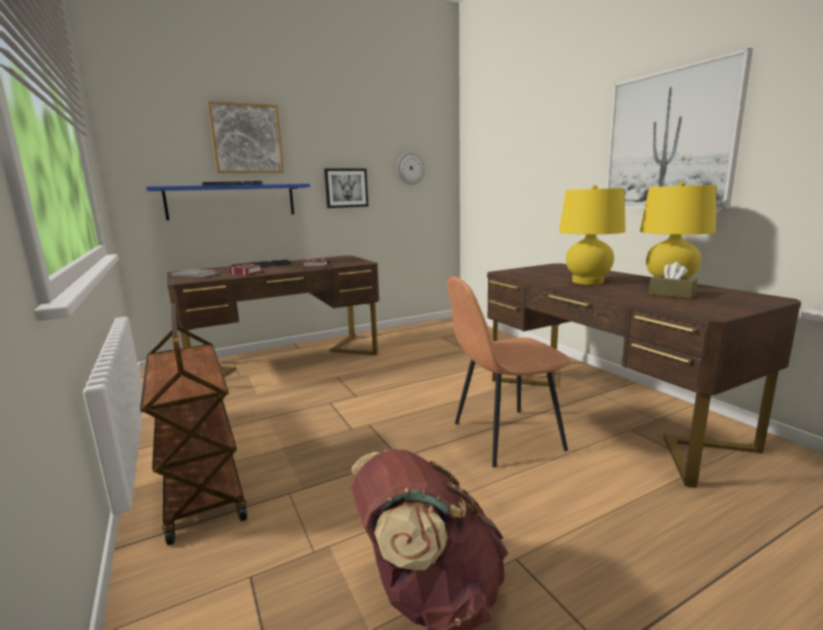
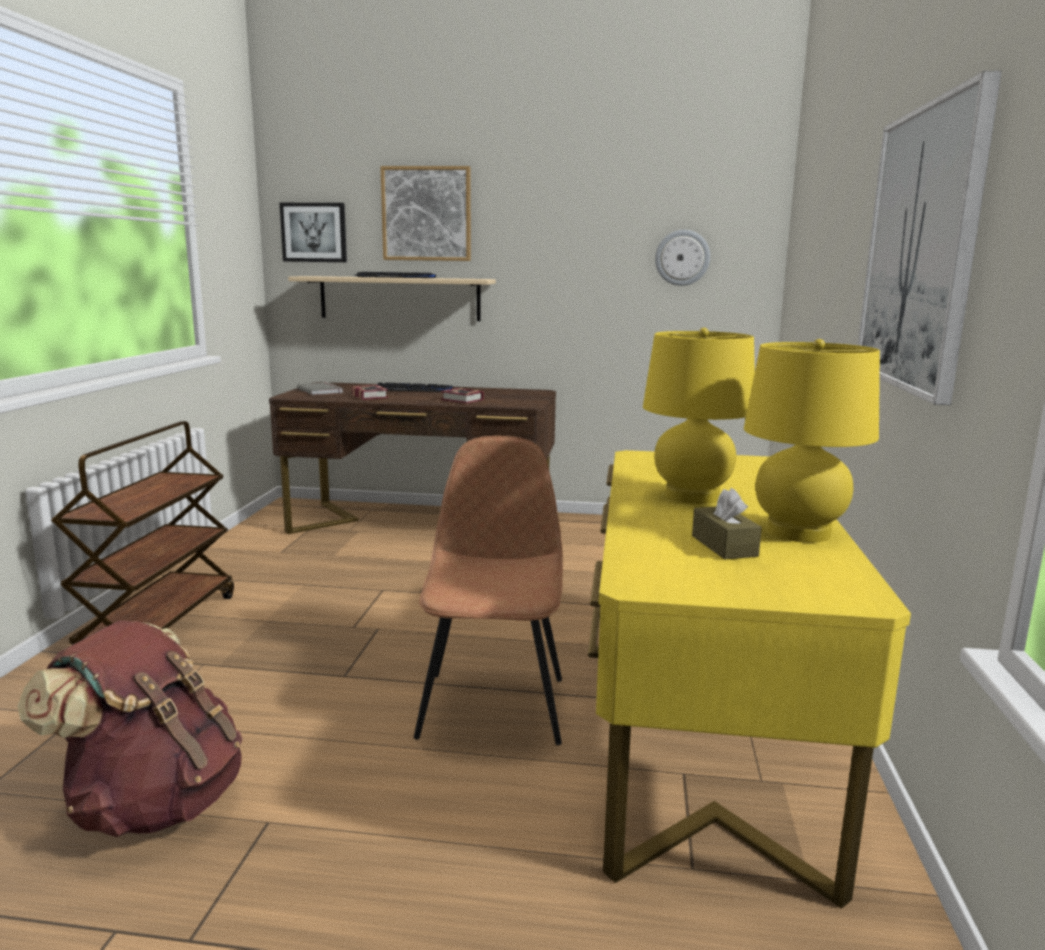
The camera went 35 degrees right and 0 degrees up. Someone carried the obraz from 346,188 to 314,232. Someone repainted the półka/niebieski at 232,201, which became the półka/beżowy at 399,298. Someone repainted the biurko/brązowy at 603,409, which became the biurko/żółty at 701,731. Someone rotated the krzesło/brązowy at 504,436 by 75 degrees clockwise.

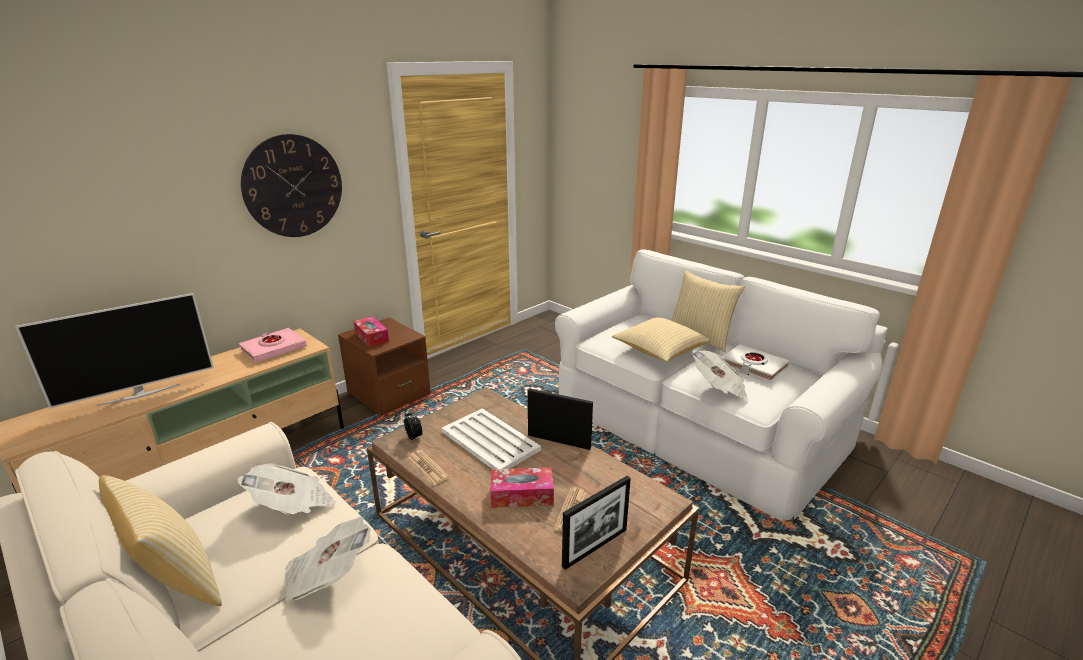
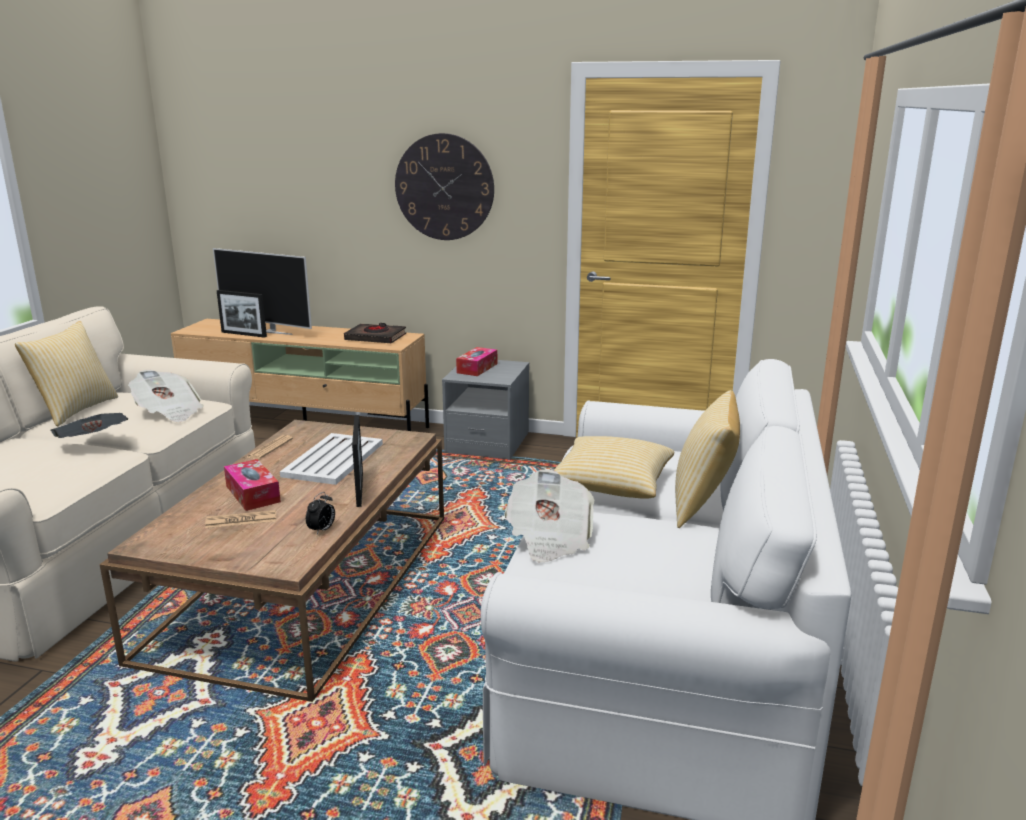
The camera went 60 degrees right and 5 degrees down. Someone took away the książka/biały at 753,366. Someone carried the budzik from 414,437 to 322,530. Someone carried the ramka na zdjęcie from 595,547 to 244,334. Someone repainted the książka/różowy at 273,349, which became the książka/czarny at 376,338. Someone repainted the szafka nocna/brązowy at 388,393, which became the szafka nocna/szary at 487,443.

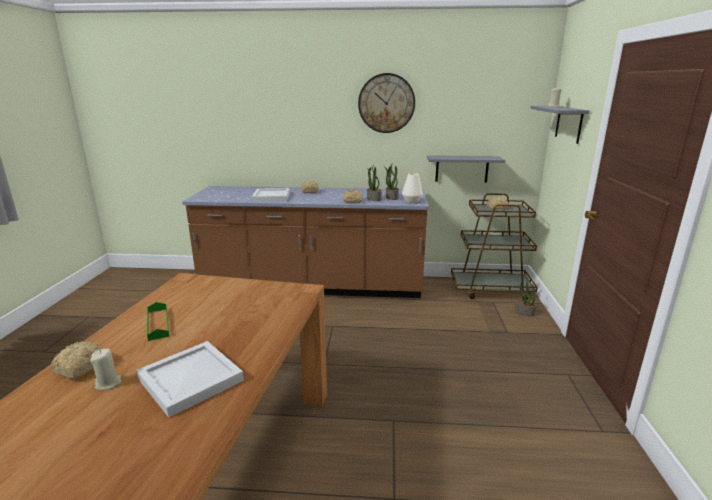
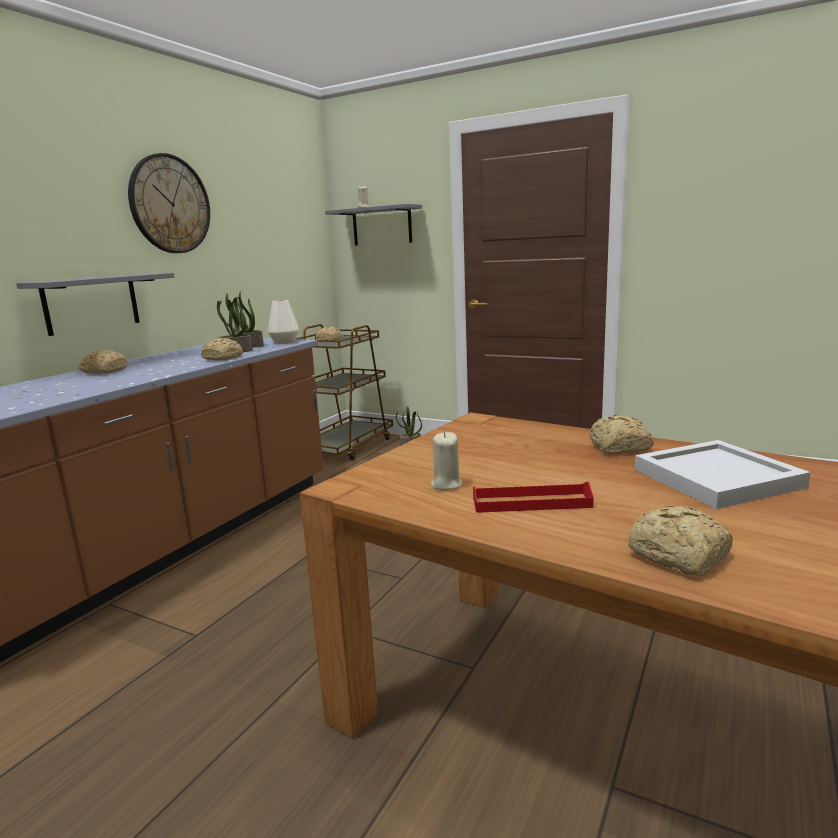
The camera went 65 degrees left and 5 degrees down. Someone took away the taca/biały at 271,196. Someone put down the chleb at 619,448. Someone carried the świeca/beżowy from 108,383 to 446,485. Someone carried the półka/szary from 461,168 to 91,303. Someone repainted the taca/zielony at 158,324, which became the taca/czerwony at 531,502.

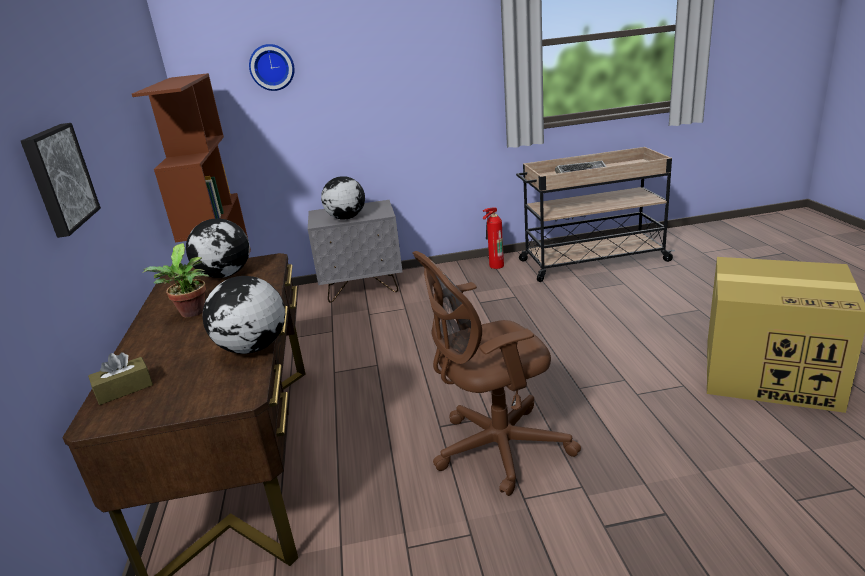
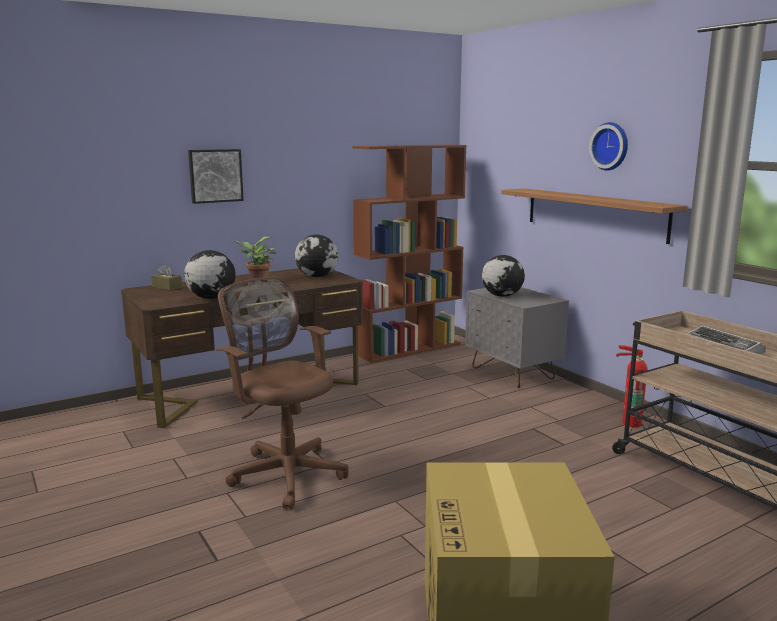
The camera went 65 degrees right and 10 degrees down. Someone put up the półka at 594,213. Someone carried the zegar ścienny from 272,67 to 611,146.

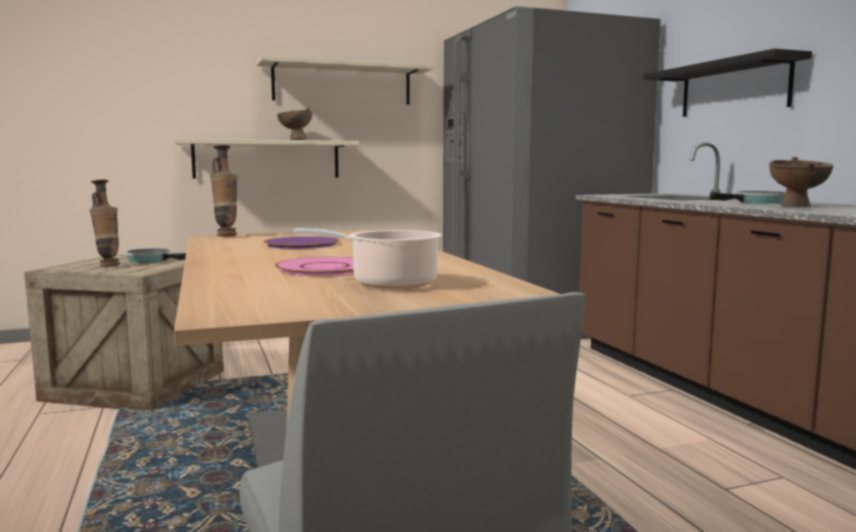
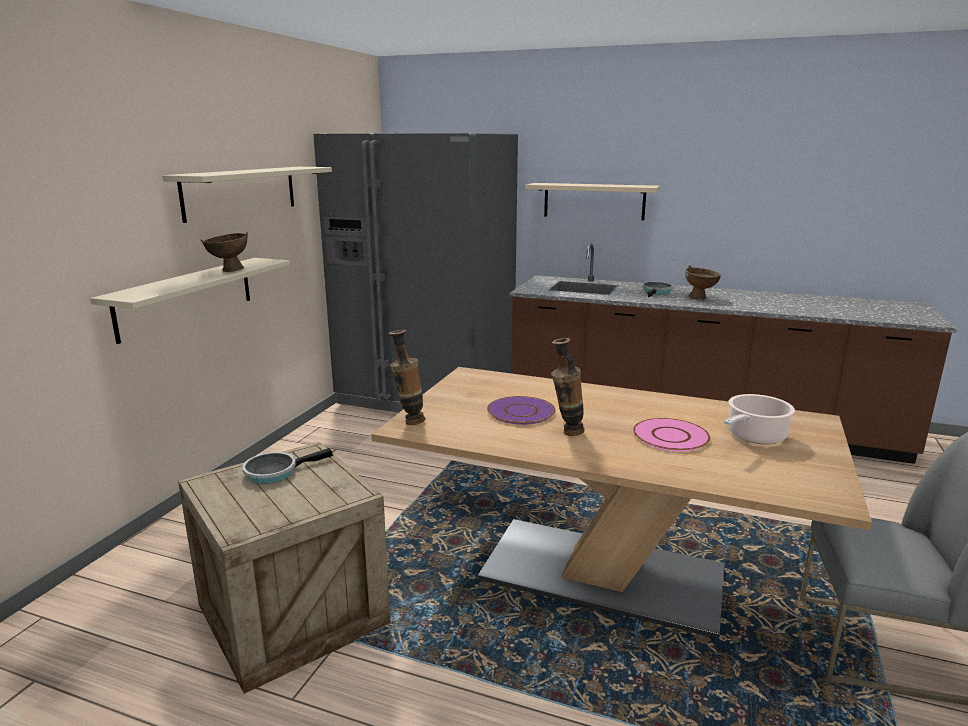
The camera went 50 degrees left and 10 degrees up. Someone carried the wazon from 108,266 to 566,433. Someone repainted the półka/czarny at 734,88, which became the półka/beżowy at 594,201.

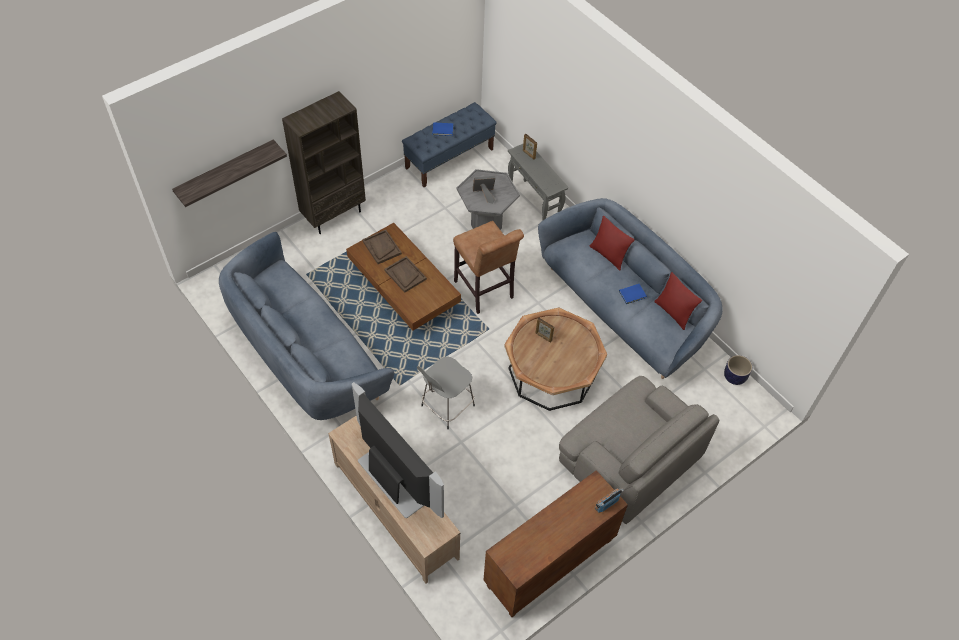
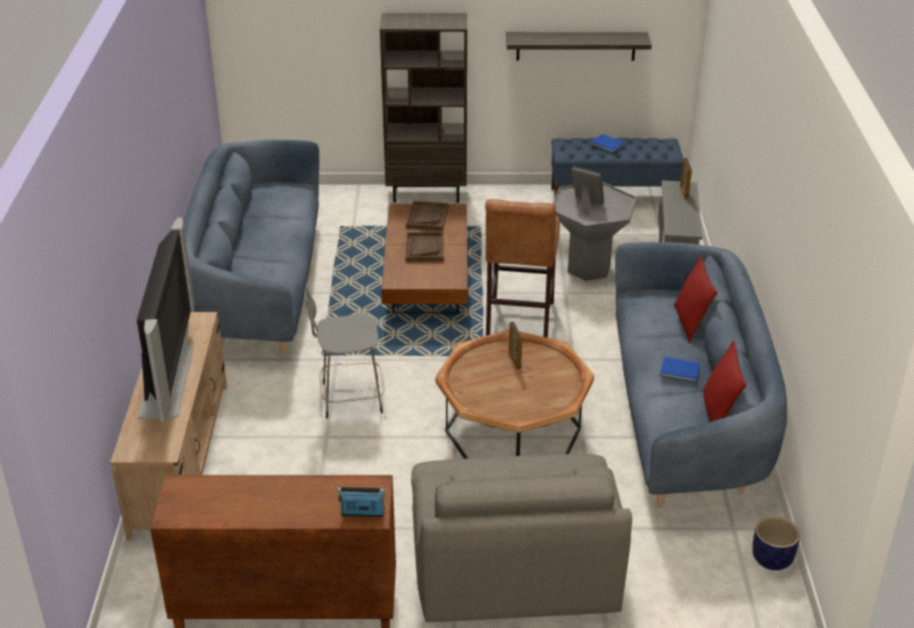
The camera went 40 degrees right and 20 degrees down. Someone carried the półka from 225,171 to 576,46.

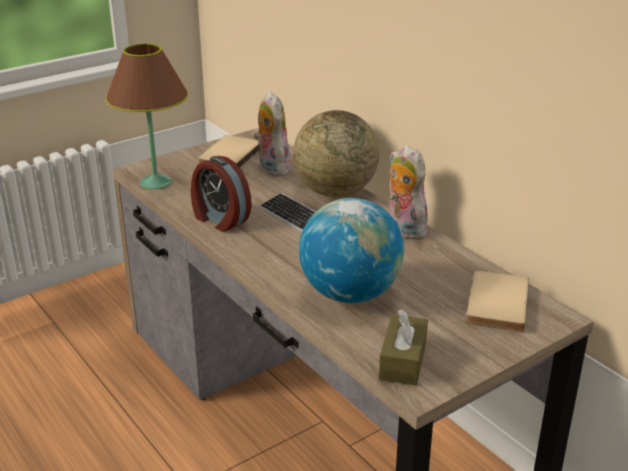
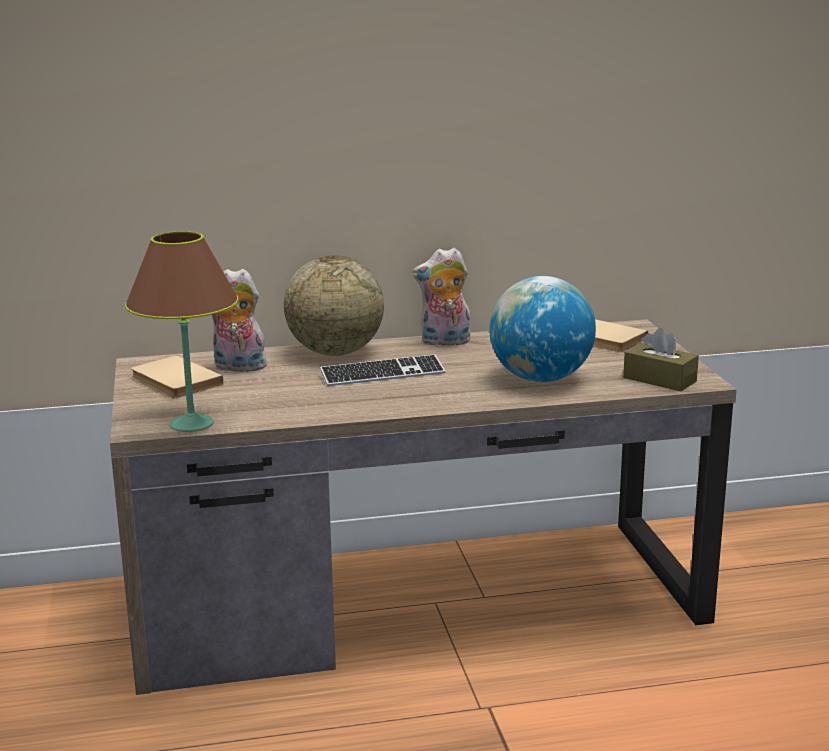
The camera went 65 degrees left and 10 degrees down. Someone took away the budzik at 219,219.

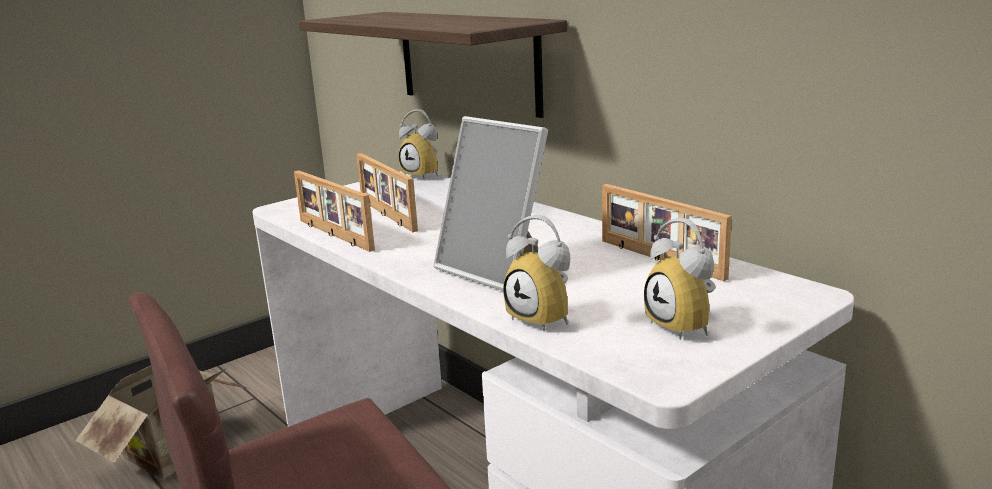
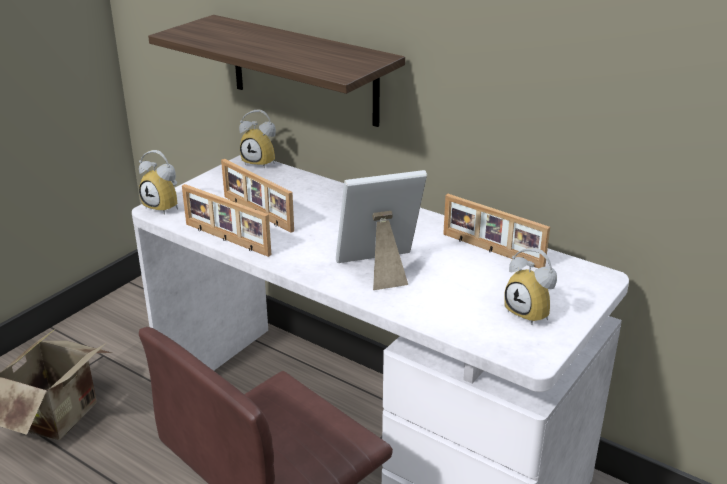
The camera went 15 degrees left and 10 degrees up. Someone carried the budzik from 546,318 to 166,206. Someone rotated the ramka na zdjęcie at 498,270 by 135 degrees clockwise.

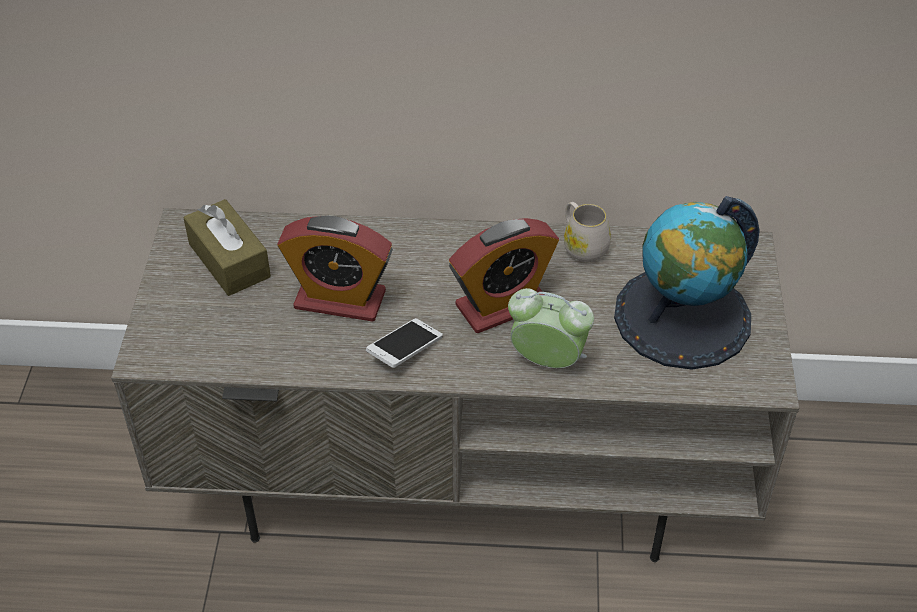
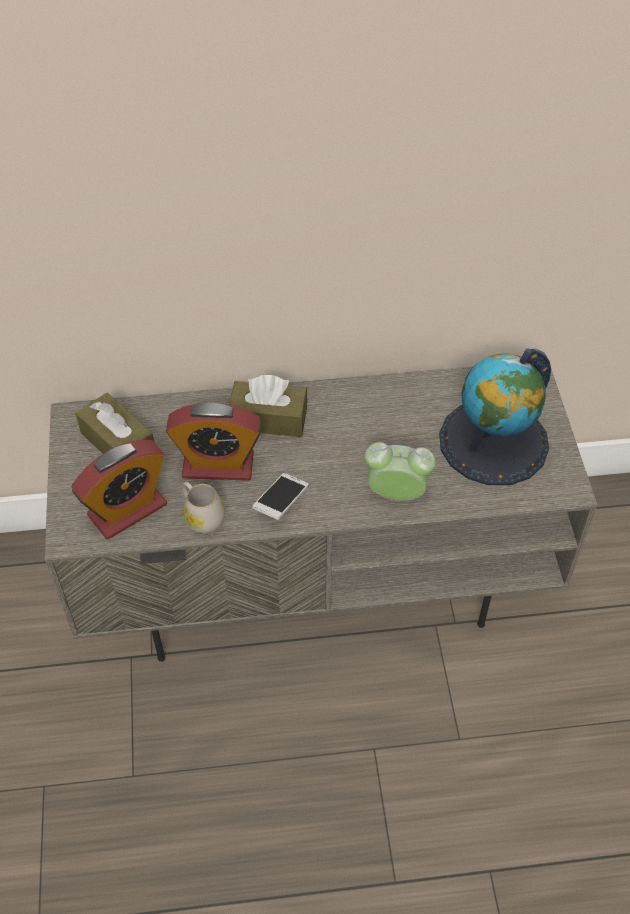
The camera went 10 degrees left and 5 degrees up. Someone put down the pudełko chusteczek/brązowy at 268,419. Someone carried the budzik from 502,305 to 127,510. Someone carried the kubek/biały from 582,246 to 201,516.

